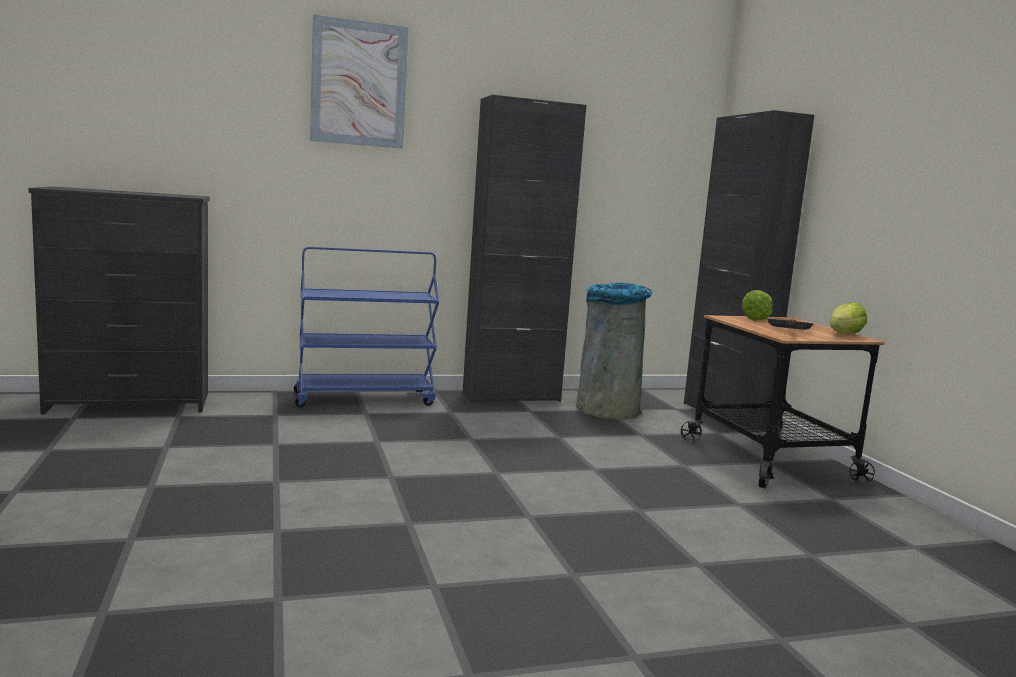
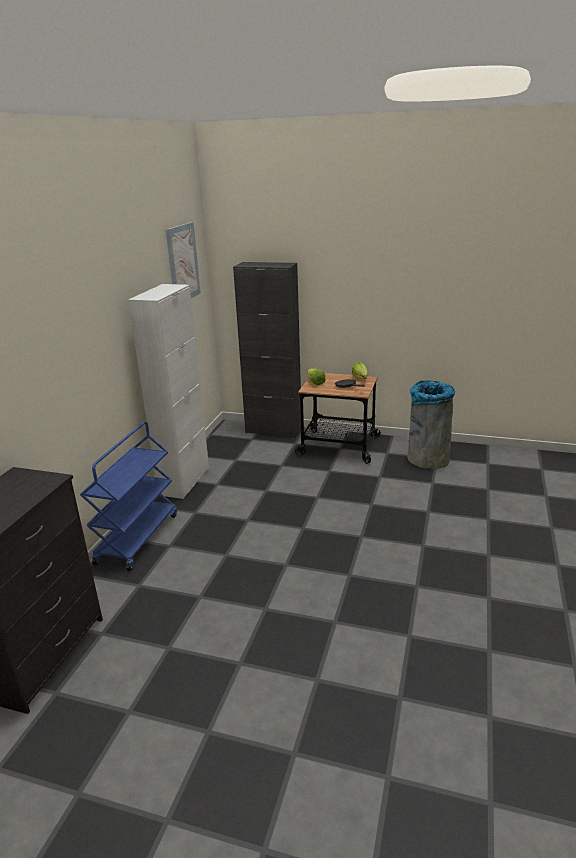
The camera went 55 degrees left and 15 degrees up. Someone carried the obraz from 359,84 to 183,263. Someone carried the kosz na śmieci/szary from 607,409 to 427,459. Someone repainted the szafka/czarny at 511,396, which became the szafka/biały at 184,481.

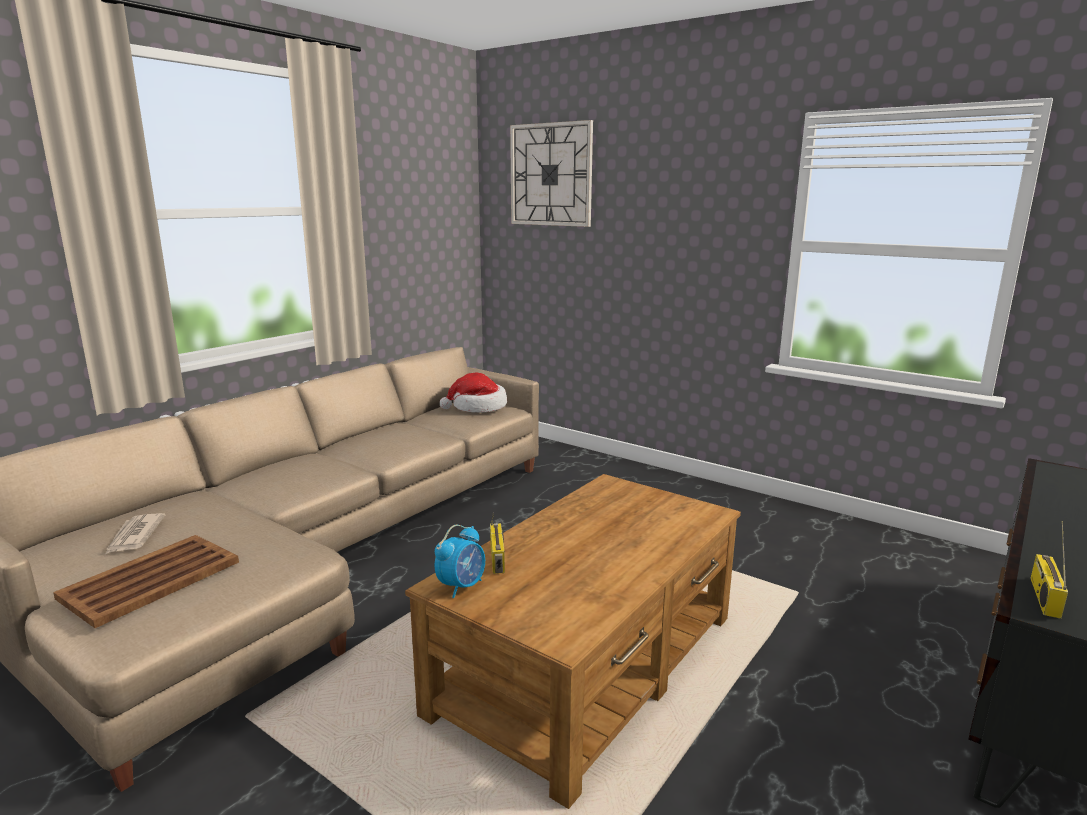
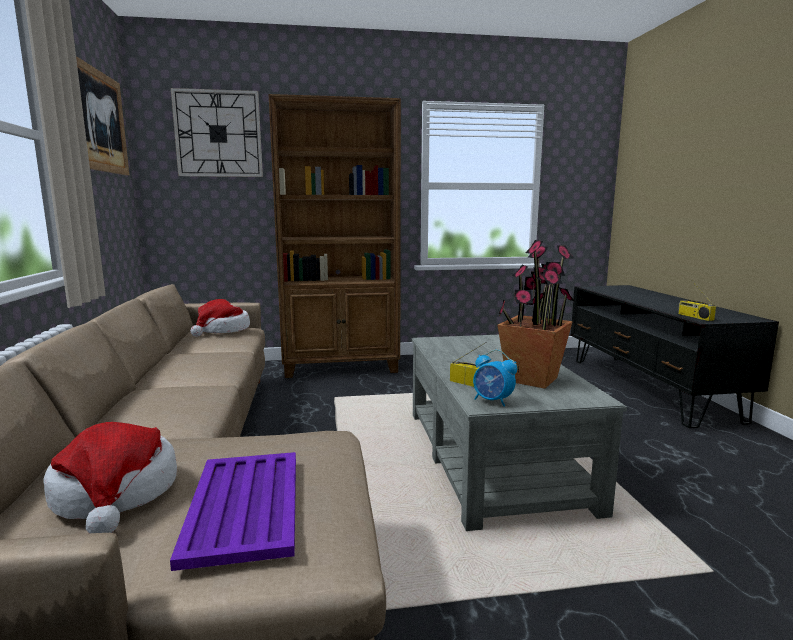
The camera went 45 degrees left and 5 degrees down. Someone put up the obraz at 99,121. Someone put down the regał/brązowy at 342,367. Someone put down the roślina doniczkowa at 532,379. Someone swapped the gazeta at 134,536 for the kapelusz at 116,494. Someone repainted the taca/brązowy at 149,580, which became the taca/fioletowy at 244,506. Someone repainted the ława/brązowy at 590,663, which became the ława/szary at 493,456. Someone rotated the budzik at 462,586 by 135 degrees clockwise.

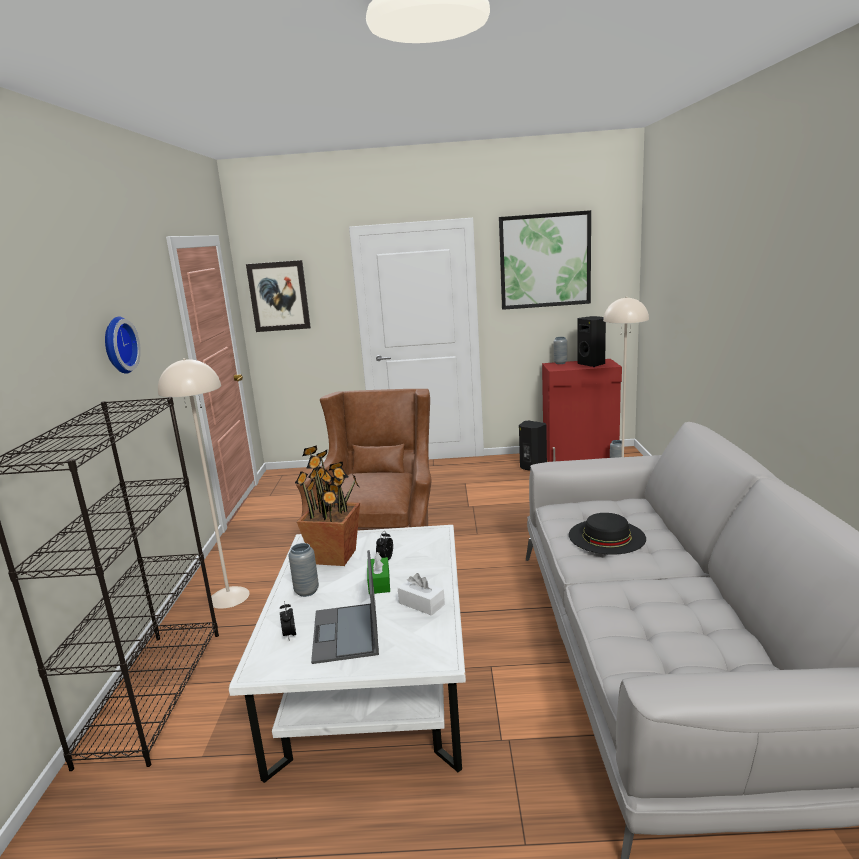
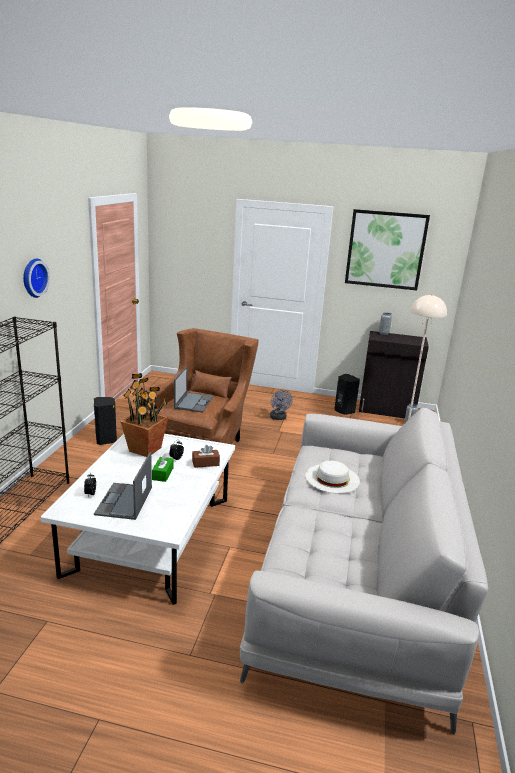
The camera went 10 degrees right and 5 degrees up. Someone took away the lampa stojąca/beżowy at 228,597. Someone took away the obraz at 279,296. Someone took away the wazon/szary at 306,591. Someone took away the pudełko chusteczek/biały at 421,604. Someone put down the laptop at 194,402. Someone put down the pudełko chusteczek/brązowy at 205,463. Someone put down the wentylator/szary at 278,418. Someone carried the głośnik/czarny from 592,364 to 106,439. Someone repainted the szafka/czerwony at 581,456, which became the szafka/czarny at 387,410. Someone repainted the kapelusz/czarny at 606,536, which became the kapelusz/biały at 332,478.

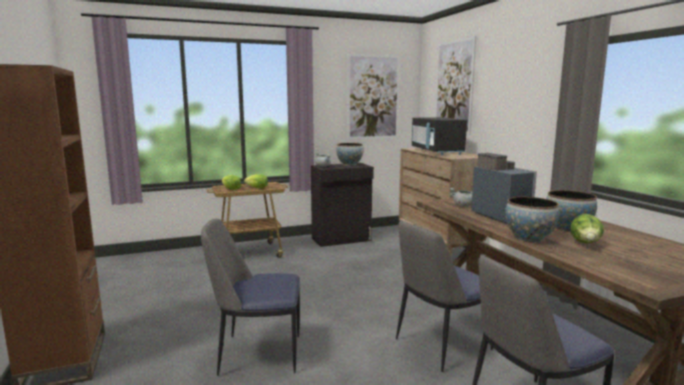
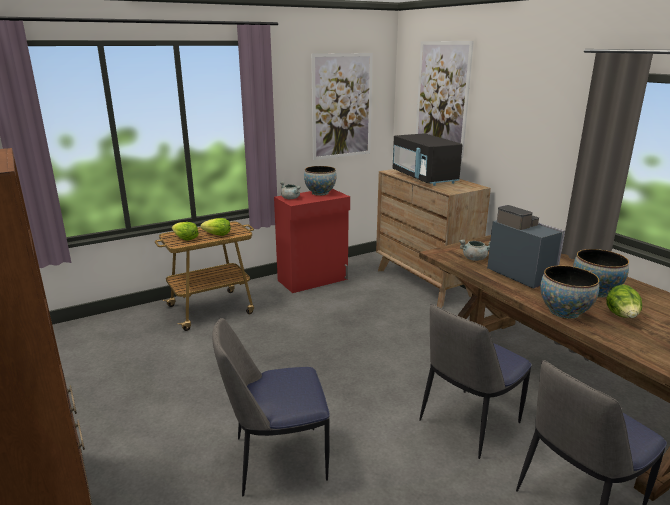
The camera went 10 degrees left and 10 degrees up. Someone repainted the szafka/czarny at 342,239, which became the szafka/czerwony at 313,280.

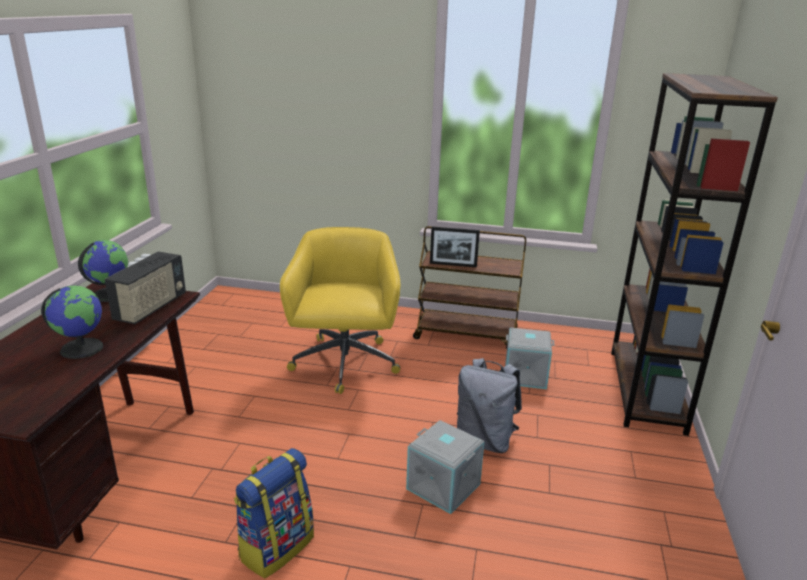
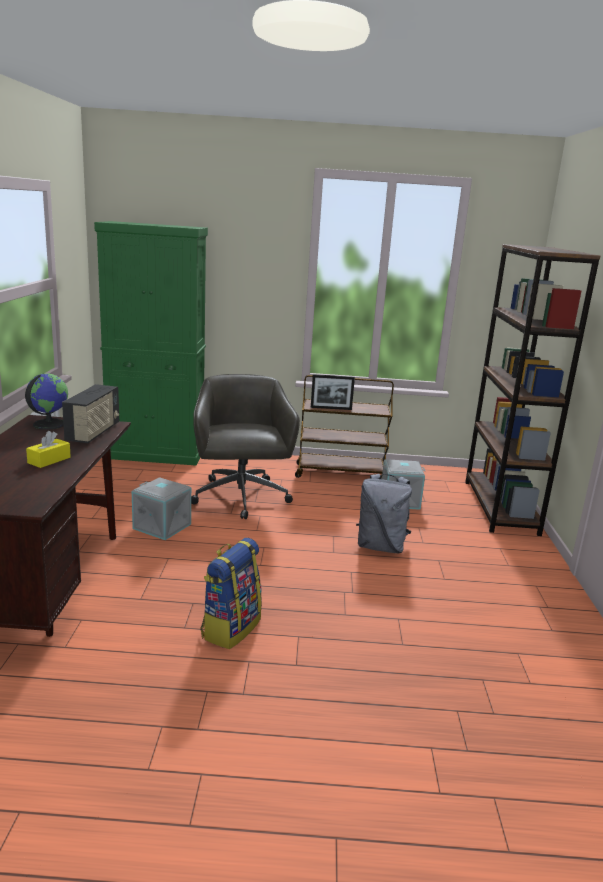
The camera went 10 degrees left and 5 degrees down. Someone put down the szafka/zielony at 156,454. Someone carried the pojemnik do przechowywania/szary from 444,486 to 163,526. Someone swapped the globus at 81,348 for the pudełko chusteczek/żółty at 49,460. Someone repainted the krzesło biurowe/żółty at 344,365, which became the krzesło biurowe/szary at 241,498.

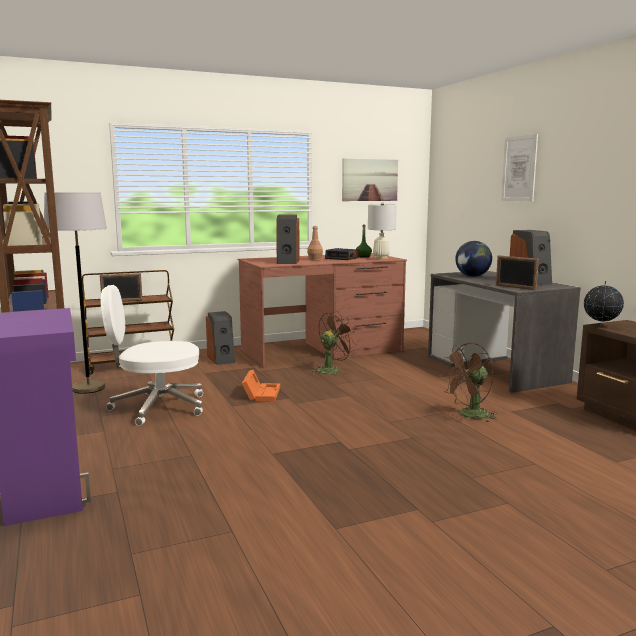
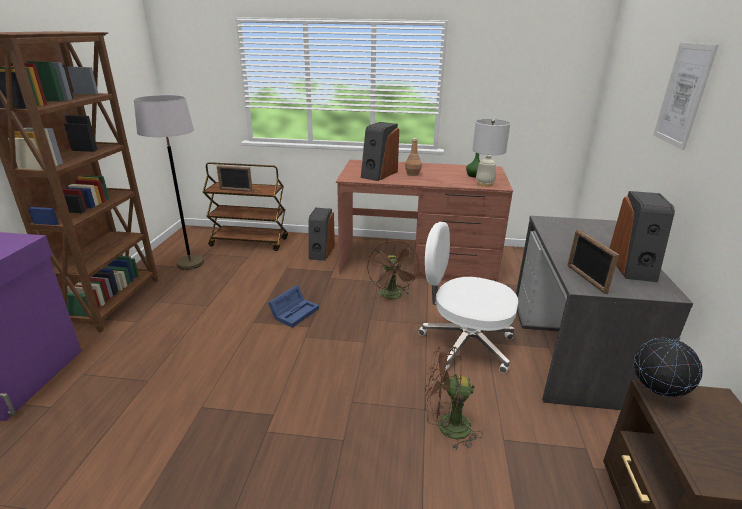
The camera went 30 degrees right and 15 degrees up. Someone took away the budzik at 342,258. Someone took away the obraz at 370,180. Someone took away the globus at 472,276. Someone carried the krzesło biurowe/biały from 157,407 to 464,344. Someone repainted the pojemnik do przechowywania/pomarańczowy at 261,393, which became the pojemnik do przechowywania/niebieski at 295,312. Someone rotated the wentylator/brązowy at 332,370 by 90 degrees clockwise.

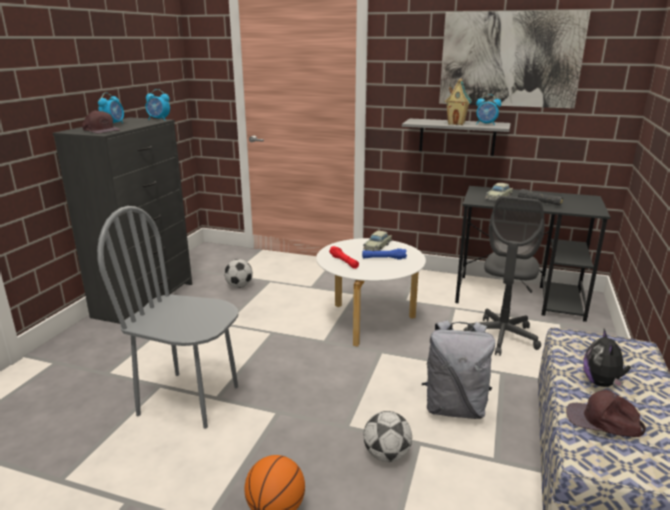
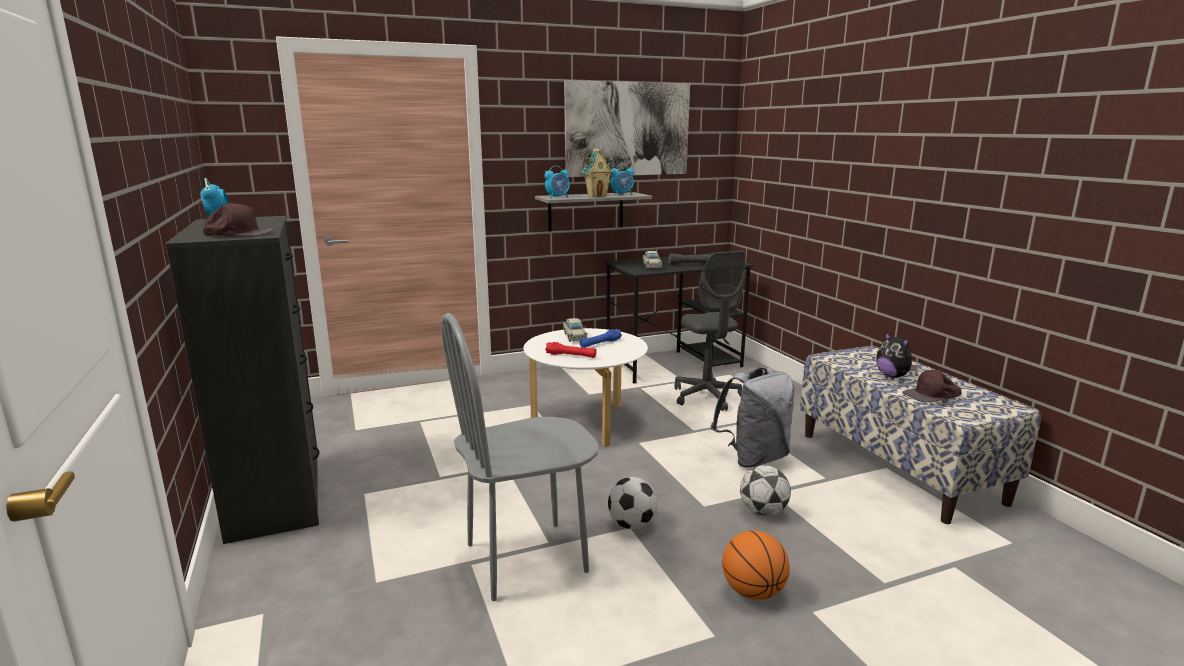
The camera went 40 degrees left and 5 degrees down. Someone carried the budzik from 159,119 to 558,197. Someone carried the piłka futbolowa from 239,286 to 632,525.

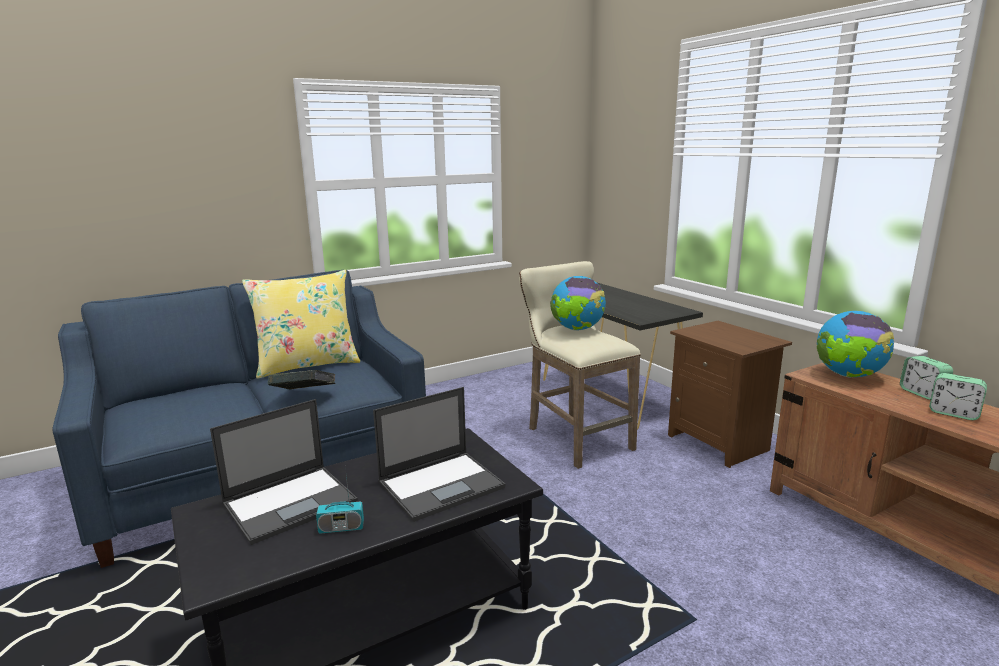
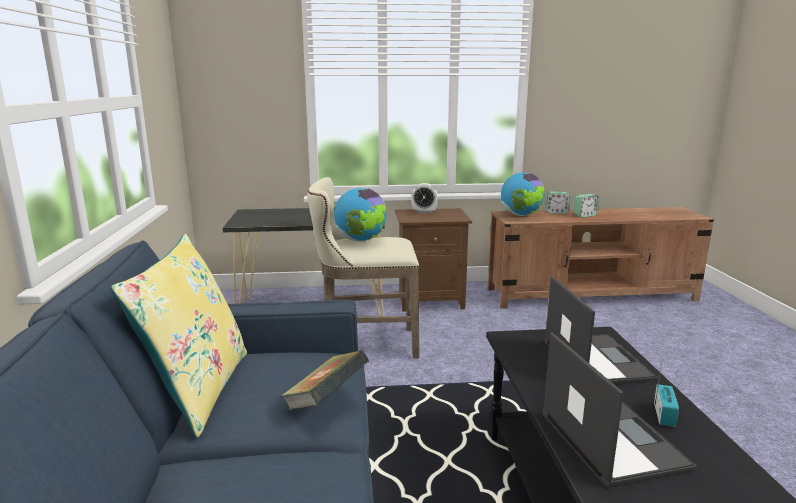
The camera went 65 degrees left and 0 degrees up. Someone put down the budzik at 424,212.

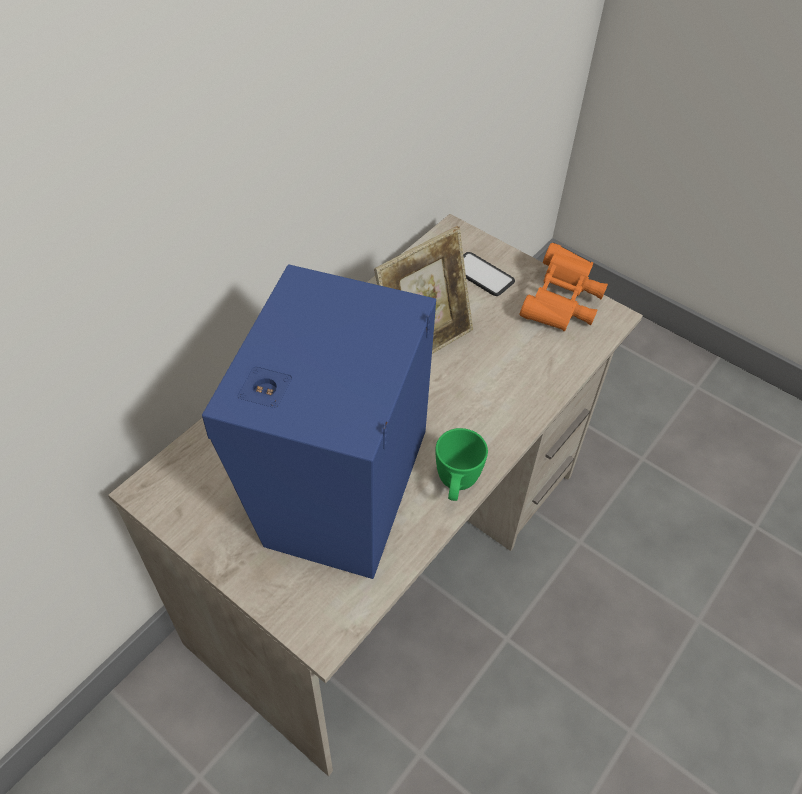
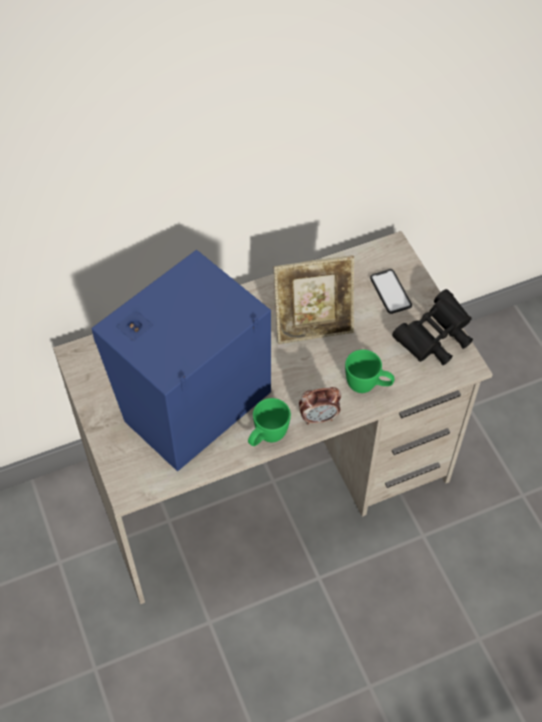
The camera went 30 degrees right and 5 degrees up. Someone put down the budzik at 319,417. Someone put down the kubek/zielony at 367,386. Someone repainted the lornetka/pomarańczowy at 561,304, which became the lornetka/czarny at 434,339.

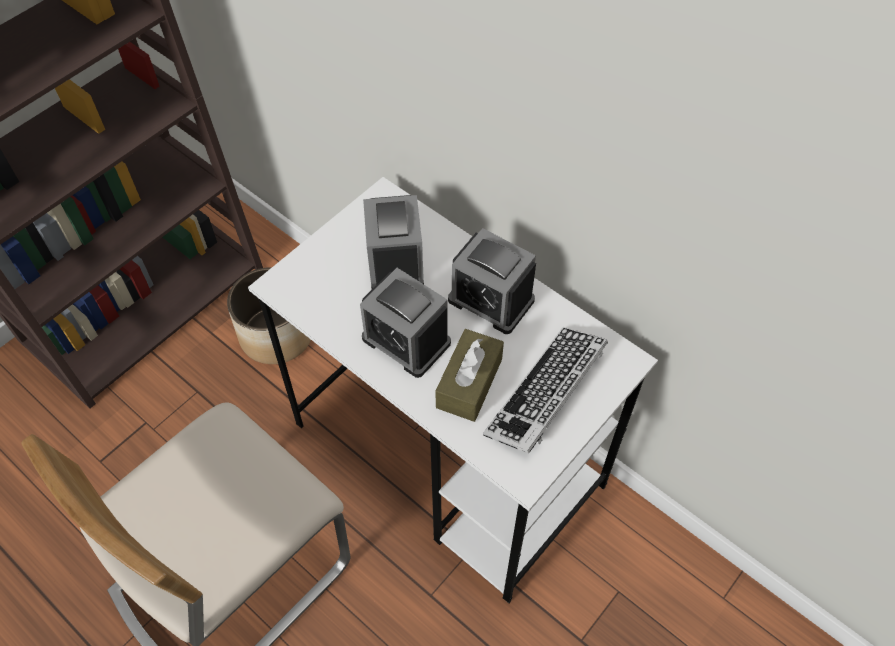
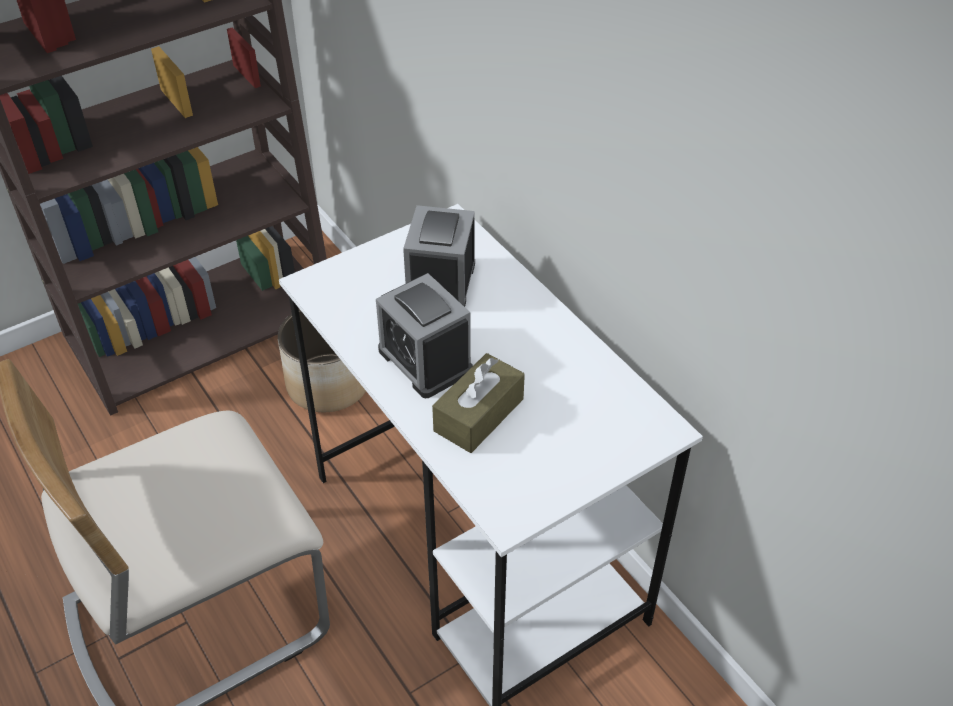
The camera went 15 degrees right and 10 degrees down. Someone took away the budzik at 491,300. Someone took away the klawiatura at 546,393.

